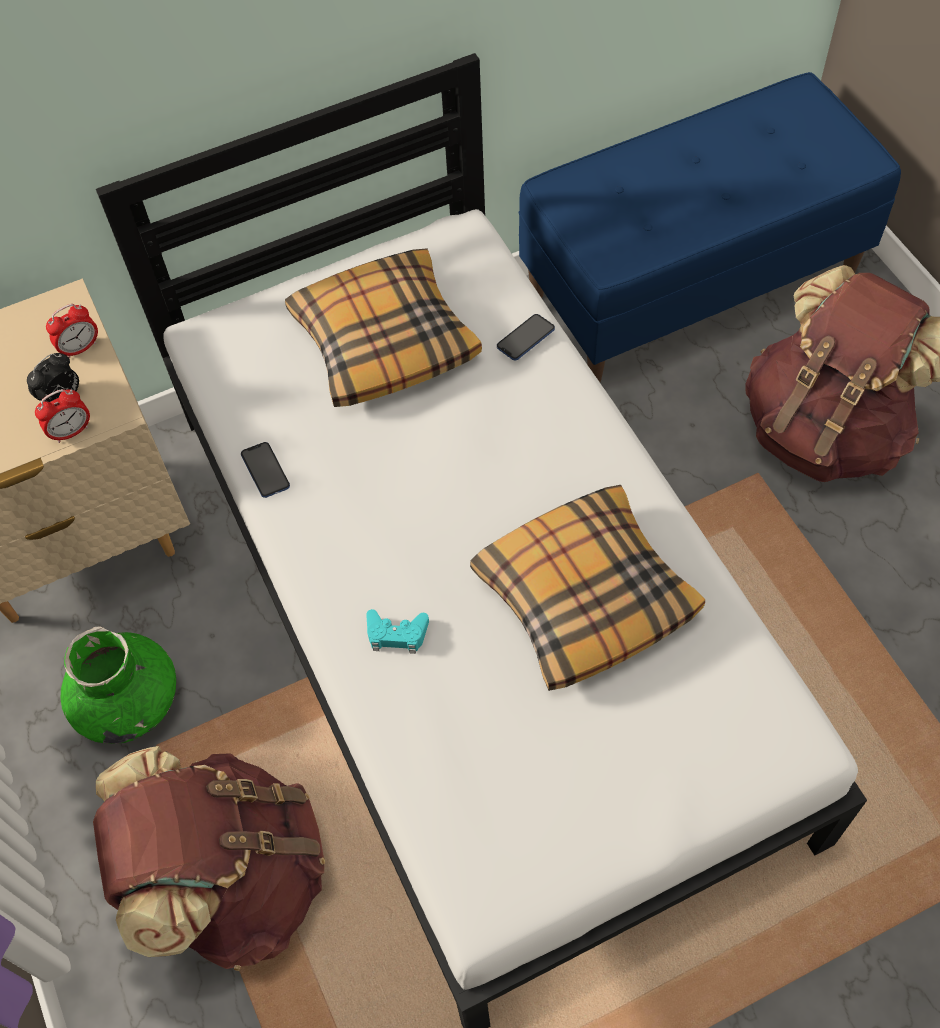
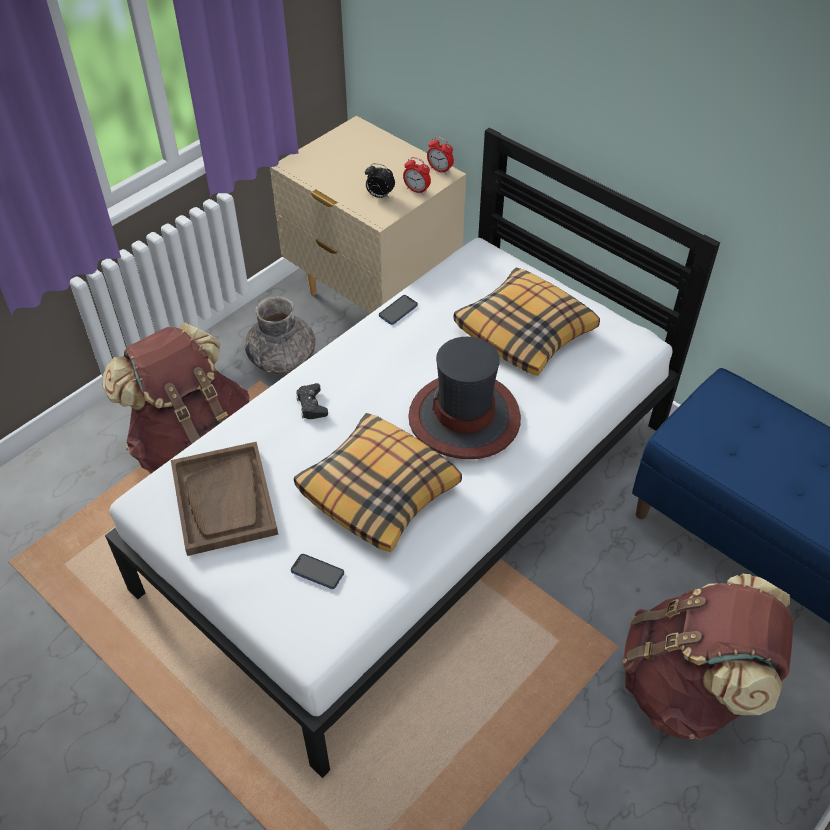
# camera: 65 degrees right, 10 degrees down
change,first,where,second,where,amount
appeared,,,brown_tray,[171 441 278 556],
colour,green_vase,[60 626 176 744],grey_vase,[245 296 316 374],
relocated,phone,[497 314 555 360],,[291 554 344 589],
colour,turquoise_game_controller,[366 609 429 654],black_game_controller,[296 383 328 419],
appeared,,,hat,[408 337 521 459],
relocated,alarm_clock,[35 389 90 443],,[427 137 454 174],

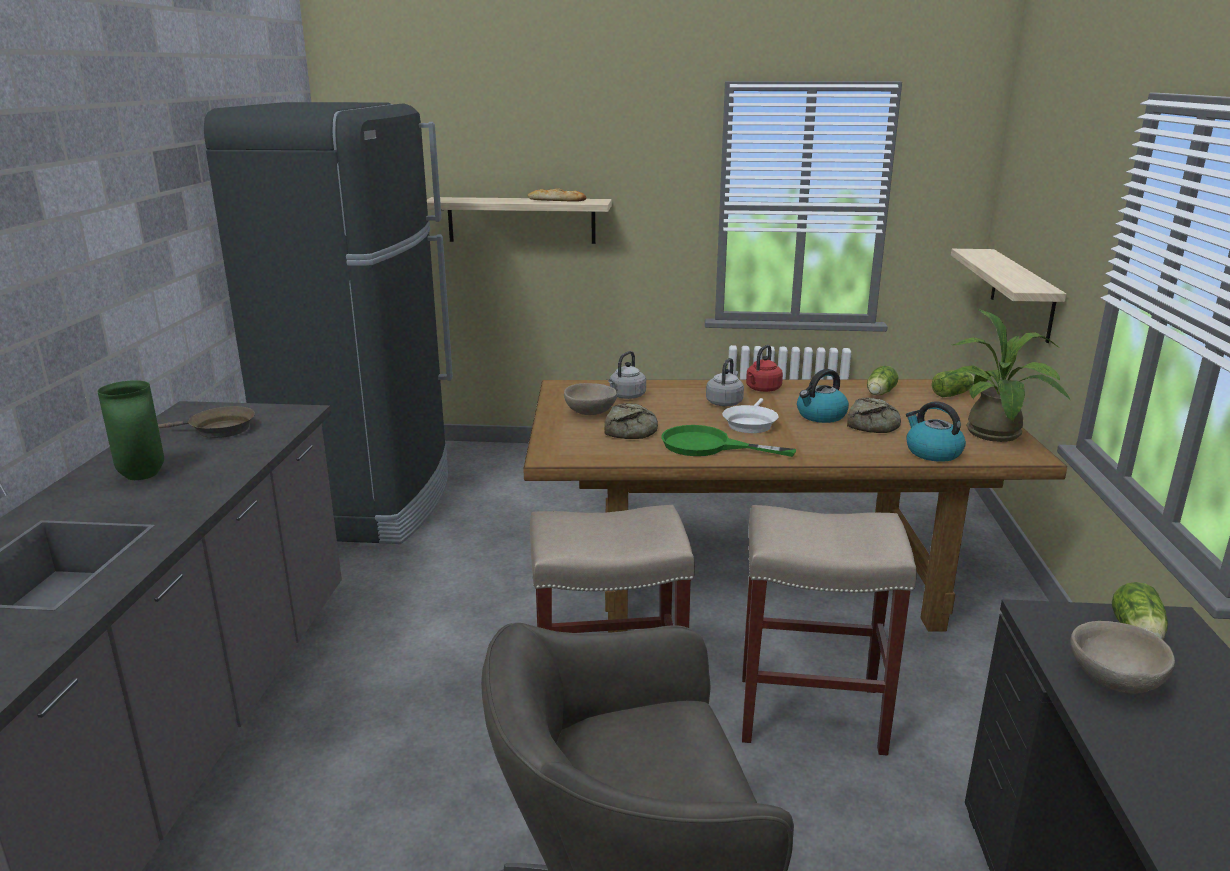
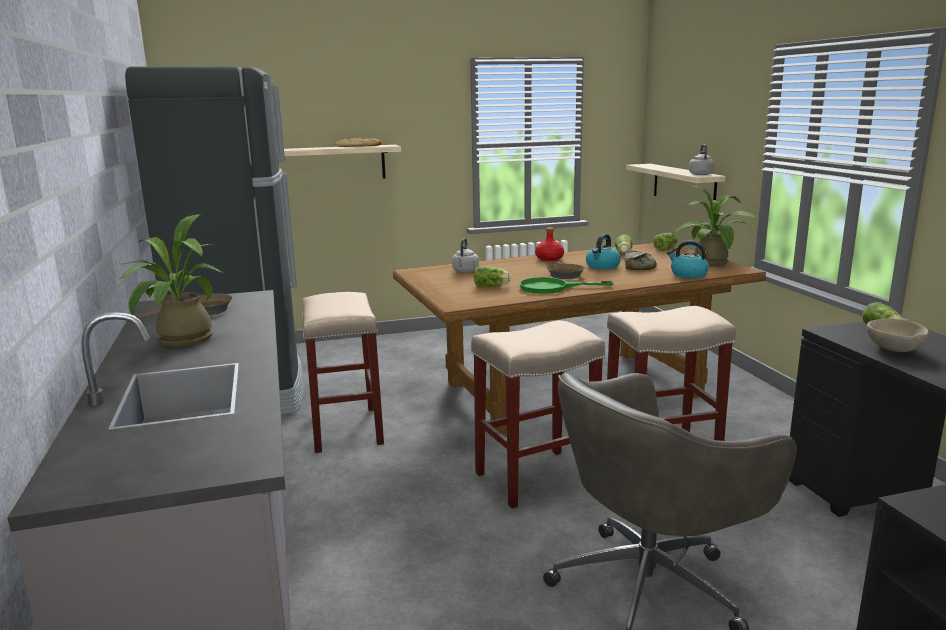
# camera: 20 degrees left, 5 degrees down
change,first,where,second,where,amount
exchanged,green_vase,[98 380 164 480],potted_plant,[119 214 223 347],
appeared,,,beige_stool,[302 292 384 453],
exchanged,bread,[604 403 658 439],lettuce,[474 266 511 287],
exchanged,red_kettle,[746 345 783 392],red_bottle,[535 227 564 261],
colour,white_frying_pan,[722 398 779 433],brown_frying_pan,[546 261 585 279],
relocated,grey_kettle,[706 358 744 406],,[689 144 714 175],
missing,beige_bowl,[564 383 617 415],,,

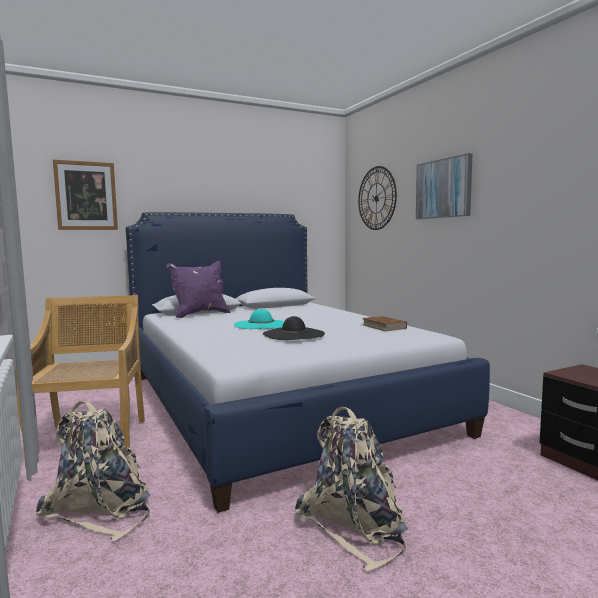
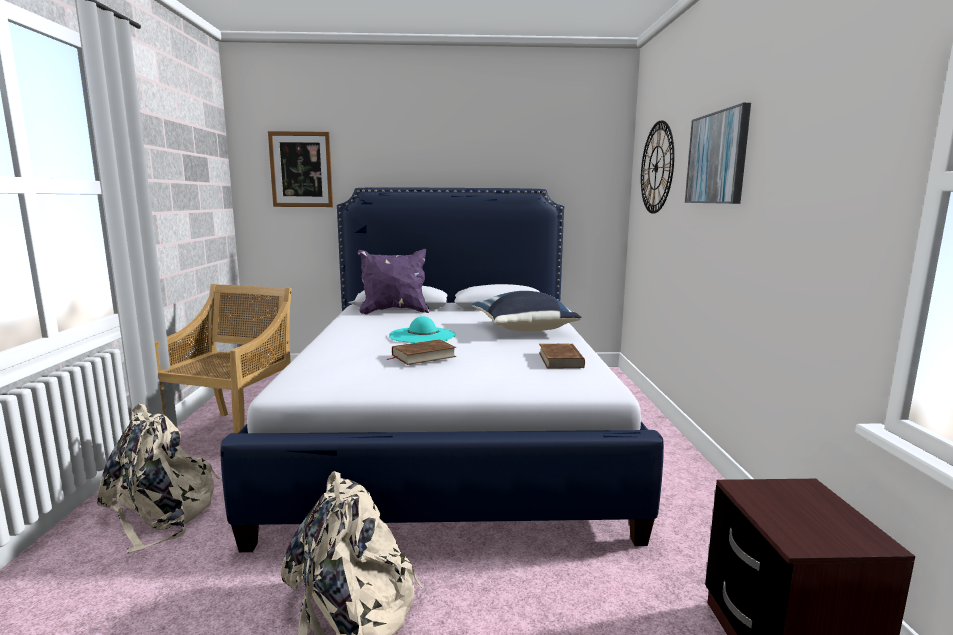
# camera: 25 degrees right, 5 degrees up
change,first,where,second,where,amount
exchanged,black_hat,[263 316 325 340],brown_book,[387 339 456 365],
appeared,,,blue_pillow,[472 291 582 332],

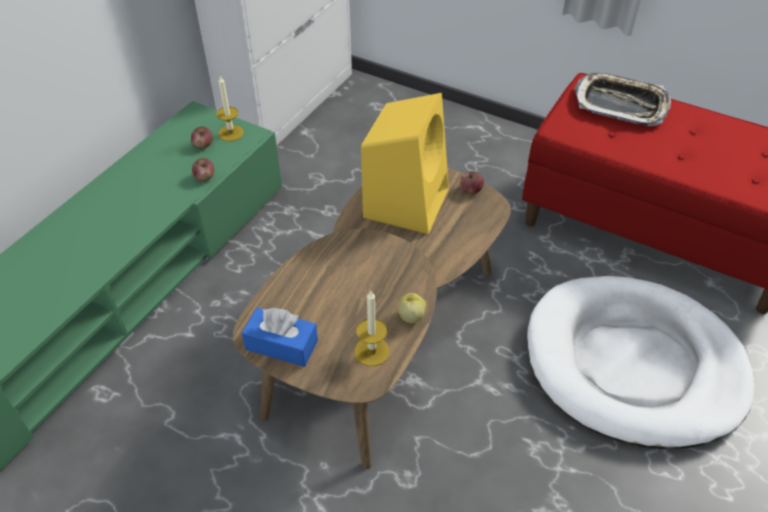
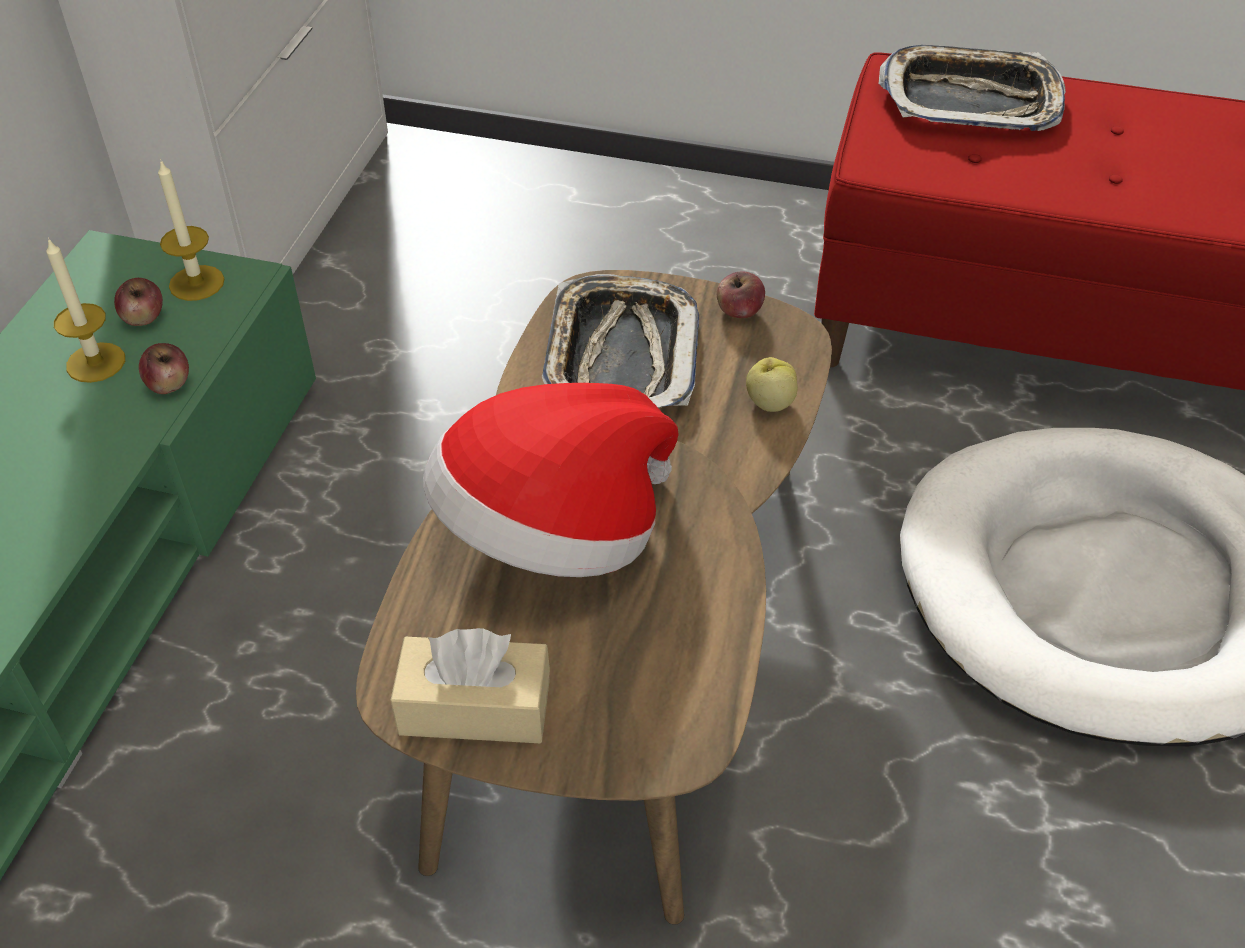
# camera: 15 degrees left, 0 degrees up
change,first,where,second,where,amount
relocated,candle,[355 291 390 366],,[46 237 125 383],
colour,blue_tissue_box,[242 307 318 367],beige_tissue_box,[391 628 550 743],
appeared,,,hat,[423 383 678 577],
exchanged,yellow_speaker,[361 93 449 234],tray,[542 274 699 408],
relocated,apple,[398 293 426 323],,[746 357 798 412],

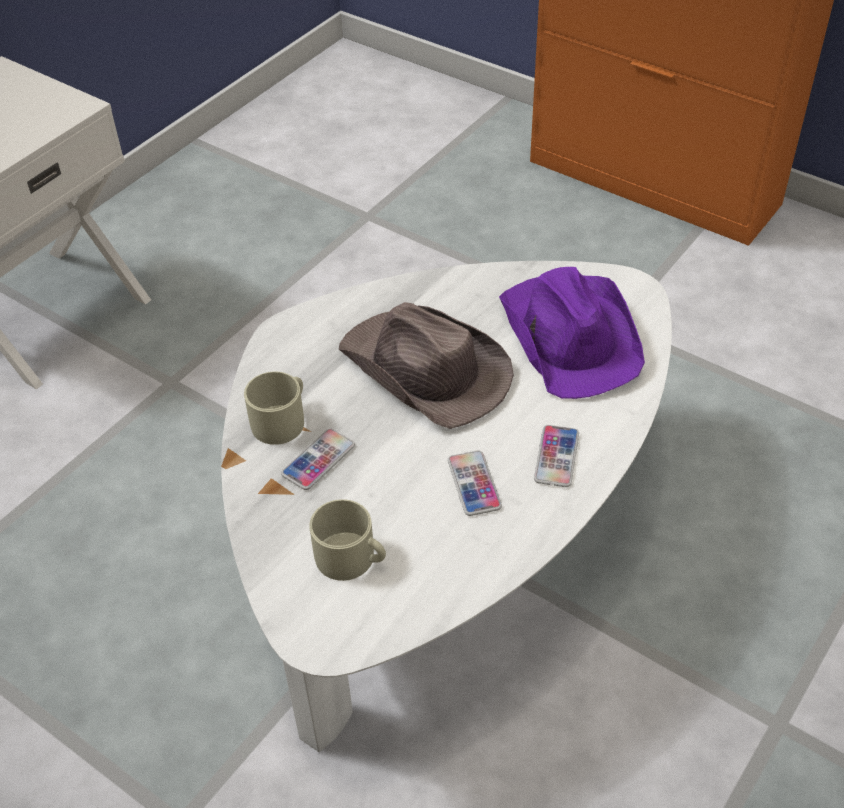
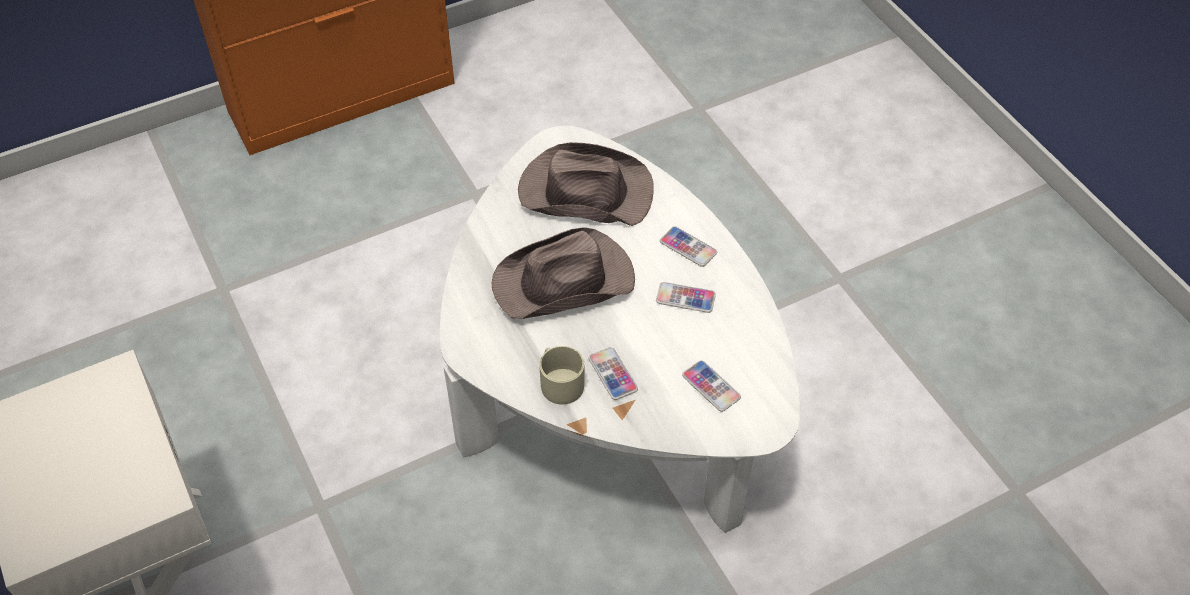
# camera: 65 degrees left, 5 degrees up
change,first,where,second,where,amount
colour,purple_hat,[499 267 645 399],brown_hat,[518 142 654 226],
exchanged,beige_mug,[309 499 386 581],phone,[682 360 741 412],

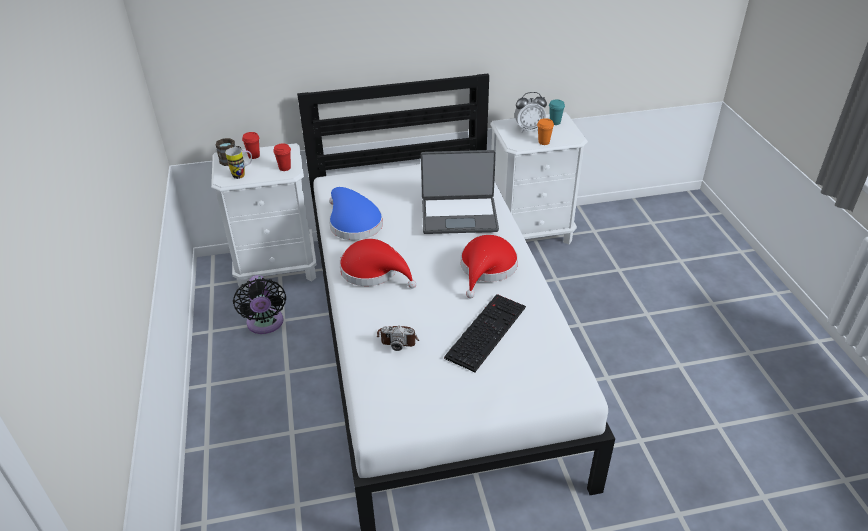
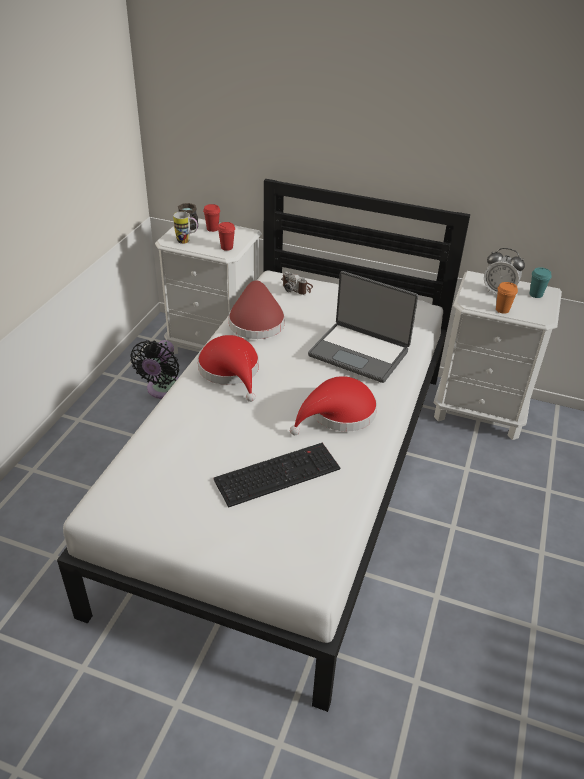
# camera: 30 degrees right, 0 degrees up
change,first,where,second,where,amount
colour,blue_hat,[329 187 383 240],red_hat,[228 280 285 339],
relocated,photo_camera,[376 326 419 351],,[281 271 313 295],

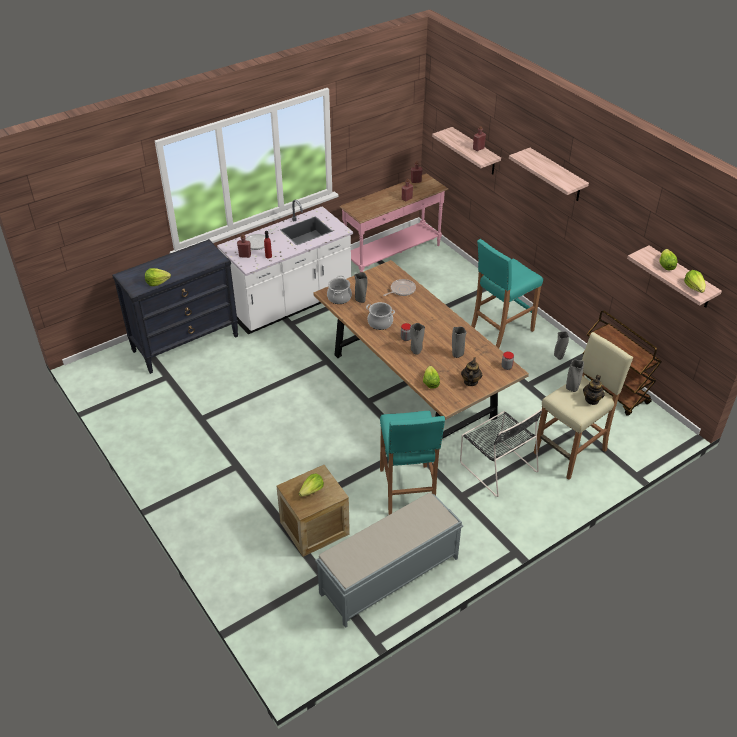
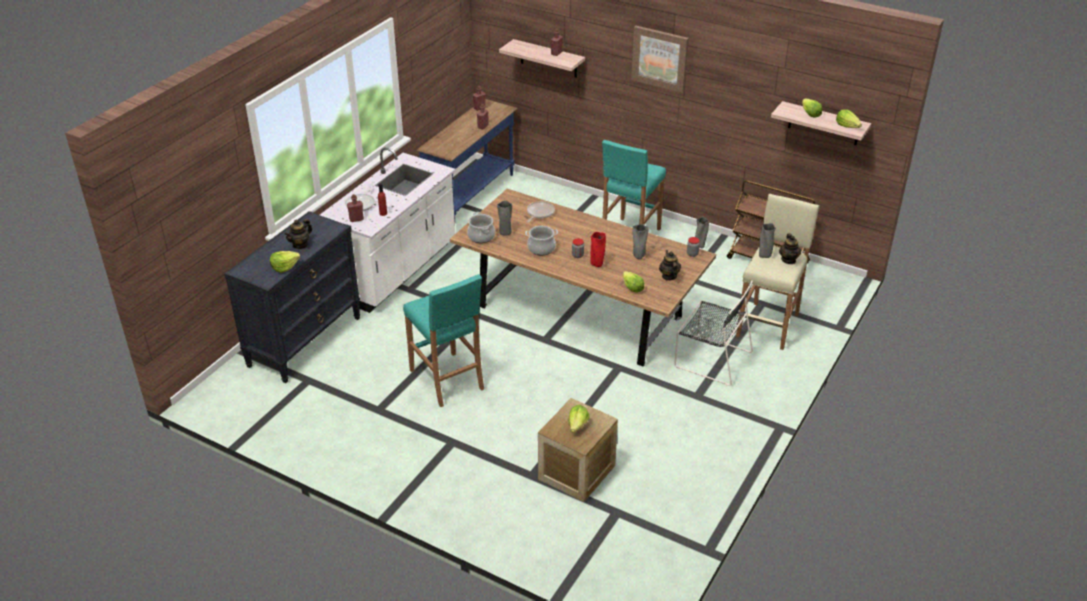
# camera: 25 degrees left, 5 degrees down
change,first,where,second,where,amount
appeared,,,teapot,[284 219 312 250],
relocated,turquoise_stool,[380 411 445 515],,[403 274 484 407],
colour,pink_console_table,[340 173 448 272],blue_console_table,[417 99 518 221],
colour,grey_vase,[410 323 425 355],red_vase,[591 232 606 267],
exchanged,shelf,[509 148 589 201],picture,[631 26 689 93],
missing,grey_bench,[315 493 463 628],,,

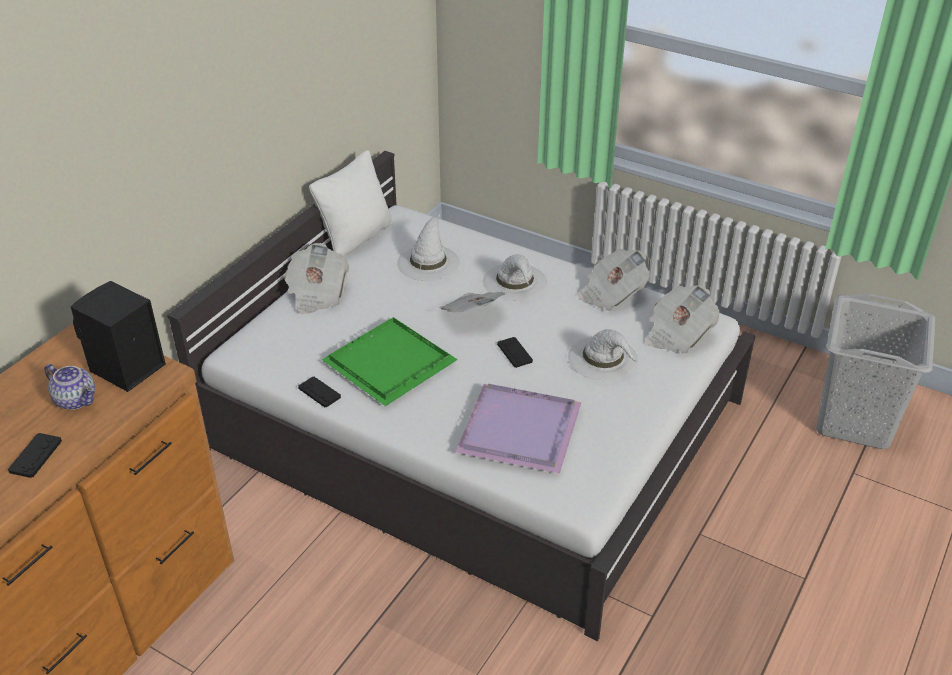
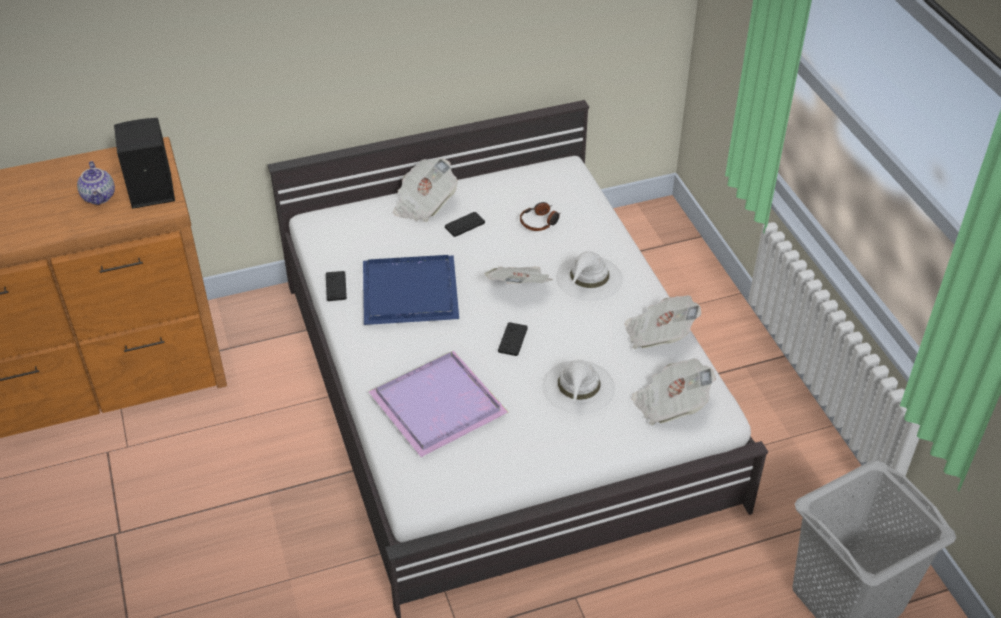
# camera: 40 degrees right, 5 degrees up
change,first,where,second,where,amount
colour,green_tray,[322 317 458 406],blue_tray,[363 255 459 325],
relocated,black_game_controller,[8 433 62 478],,[445 212 485 237],
exchanged,white_hat,[397 214 460 281],headphones,[520 202 560 231],
missing,white_pillow,[309 150 393 256],,,

